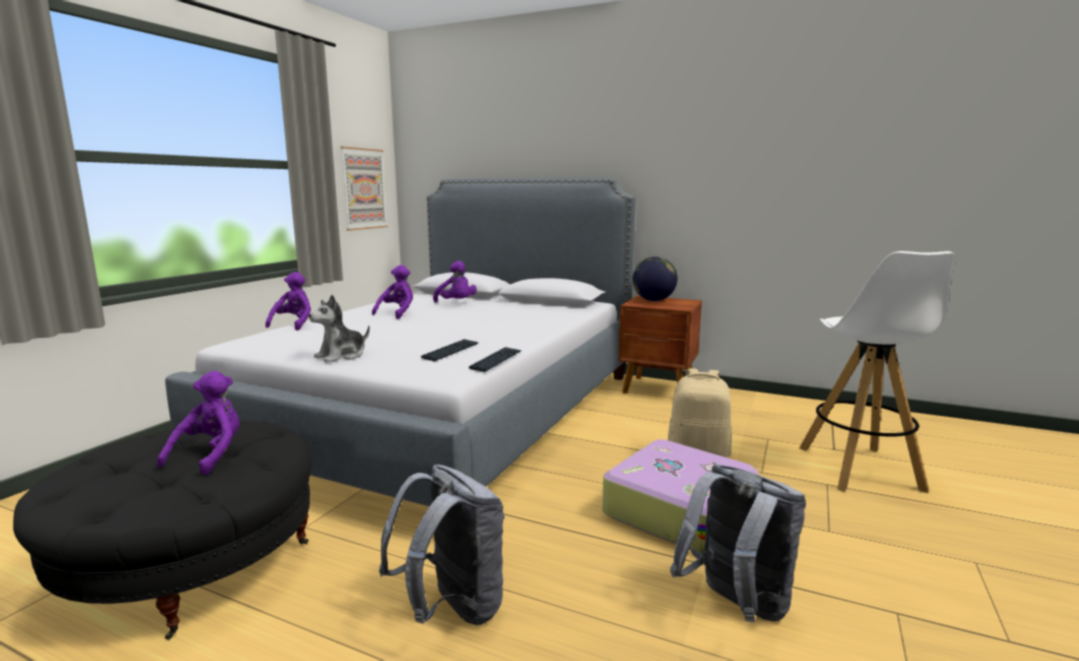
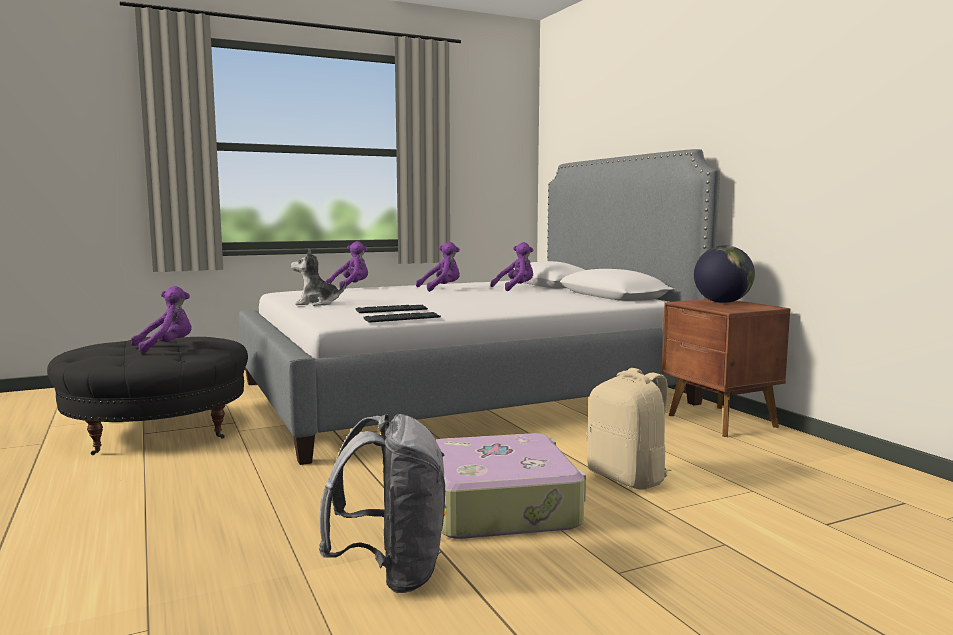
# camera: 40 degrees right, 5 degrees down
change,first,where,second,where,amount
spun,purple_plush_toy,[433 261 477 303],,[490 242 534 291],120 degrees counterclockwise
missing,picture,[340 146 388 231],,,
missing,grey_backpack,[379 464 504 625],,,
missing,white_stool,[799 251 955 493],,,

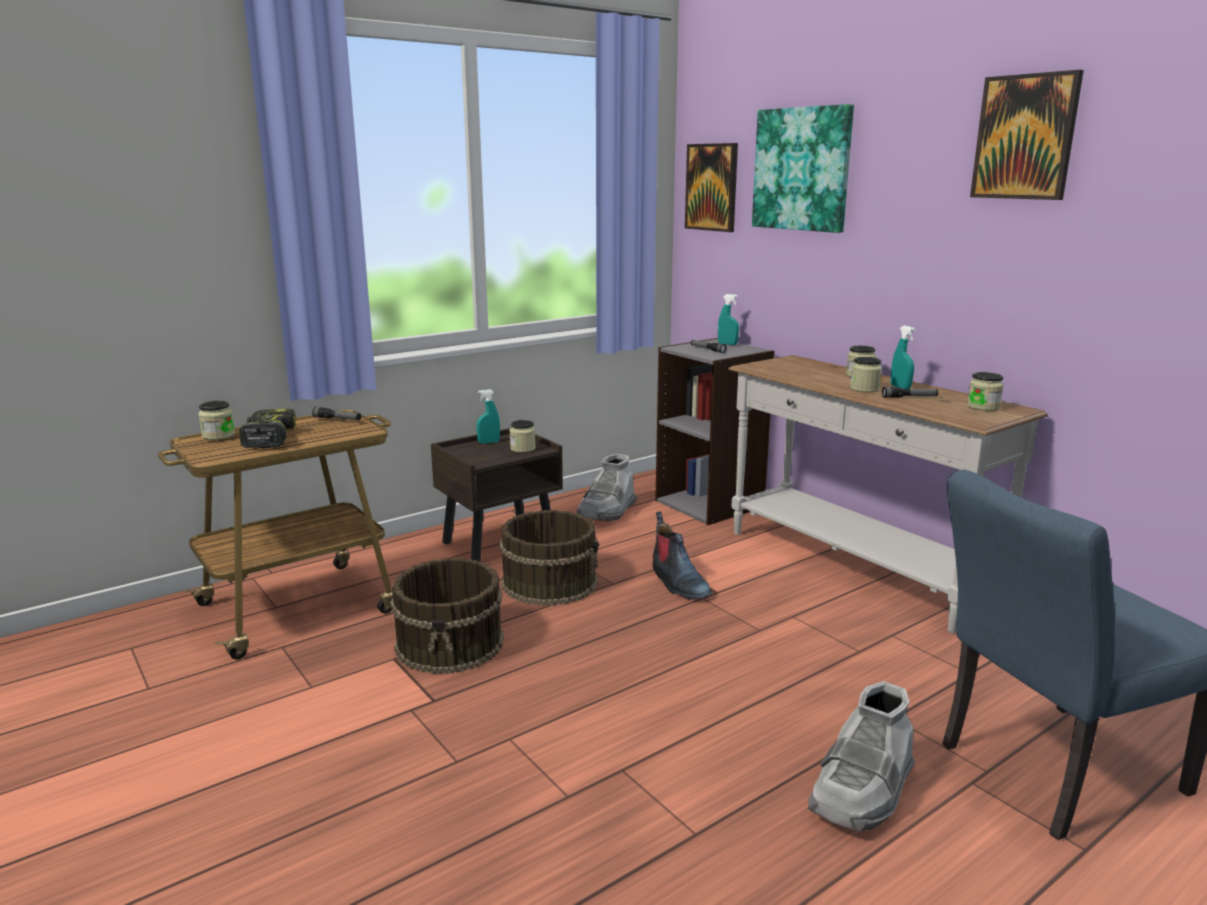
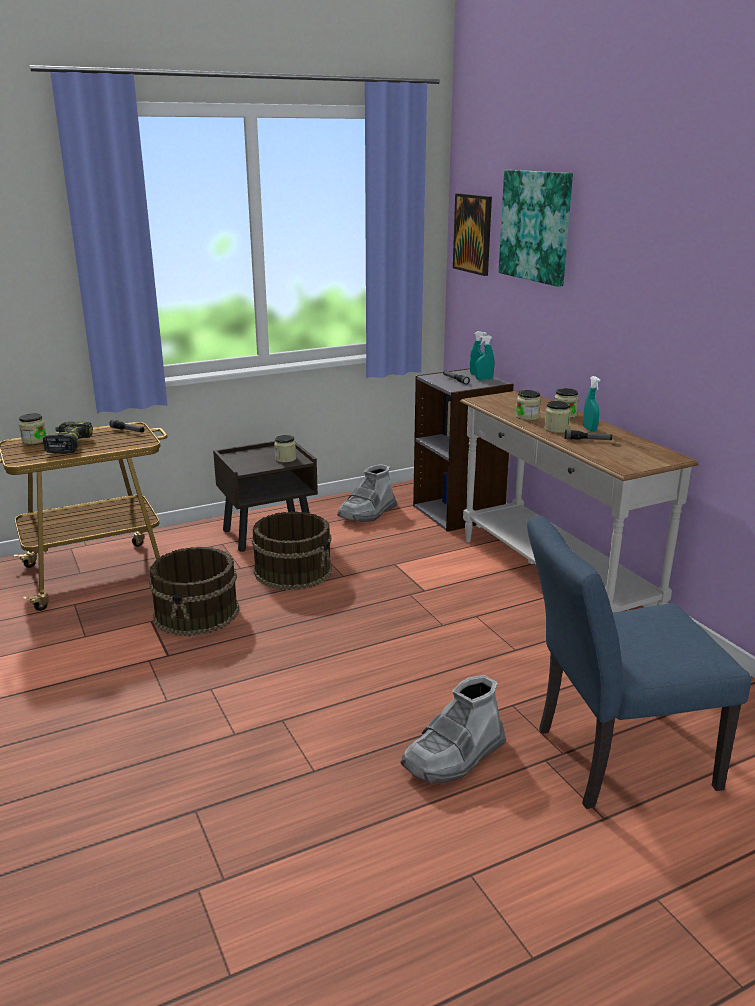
# camera: 10 degrees right, 5 degrees up
change,first,where,second,where,amount
relocated,turquoise_spray_bottle,[476 389 500 444],,[475 335 494 380],
relocated,jar,[967 372 1004 411],,[516 390 541 420],
missing,boot,[653 512 712 600],,,
missing,picture,[970 70 1084 200],,,

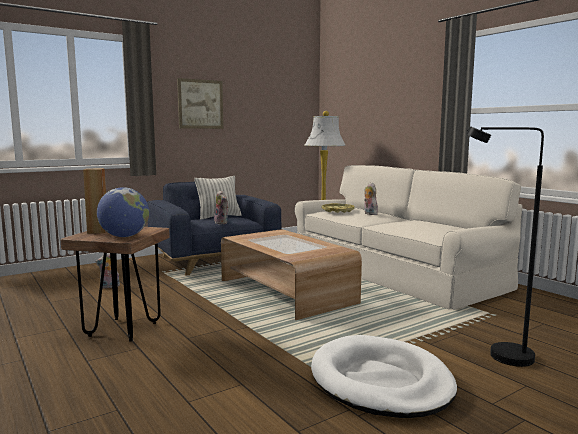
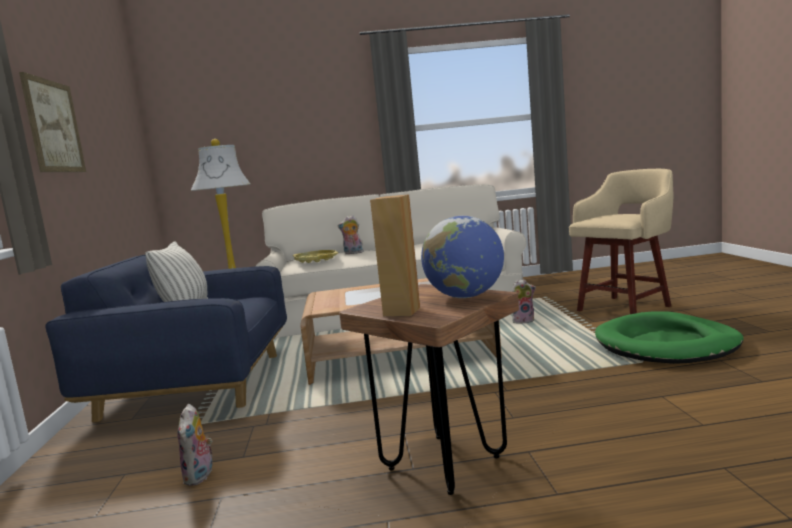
# camera: 60 degrees left, 0 degrees up
change,first,where,second,where,amount
relocated,plush_toy,[214 190 229 224],,[512 279 536 324],
exchanged,black_floor_lamp,[466 126 544 367],beige_stool,[569 169 673 314],
colour,white_dog_bed,[311 335 457 418],green_dog_bed,[595 312 744 364],

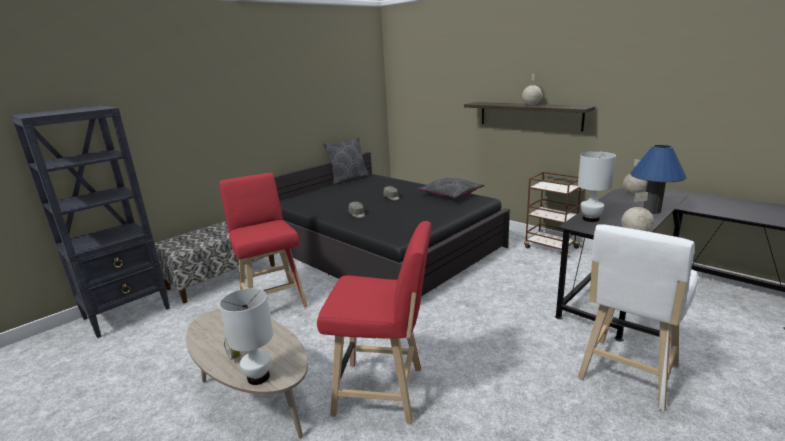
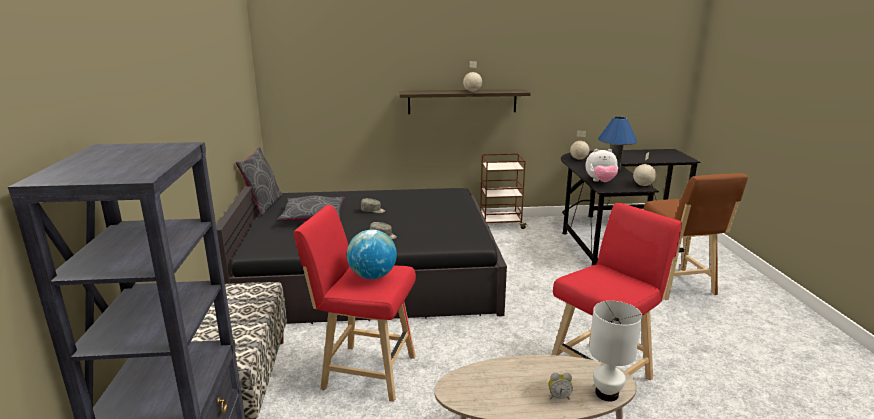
# camera: 50 degrees left, 0 degrees up
change,first,where,second,where,amount
relocated,grey_pillow,[417 178 485 198],,[277 196 345 221],
appeared,,,globe,[347 230 397 279],
exchanged,white_table_lamp,[578 151 616 222],plush_toy,[585 149 618 182],
colour,white_stool,[578 224 698 411],brown_stool,[644 173 748 300],

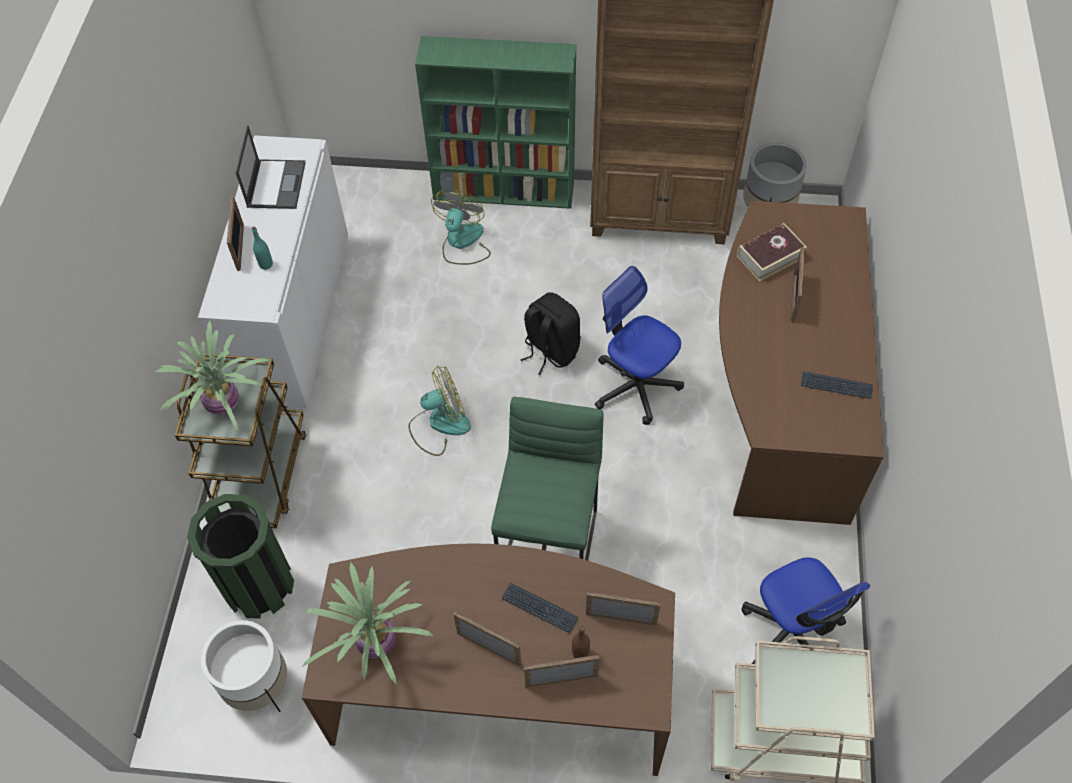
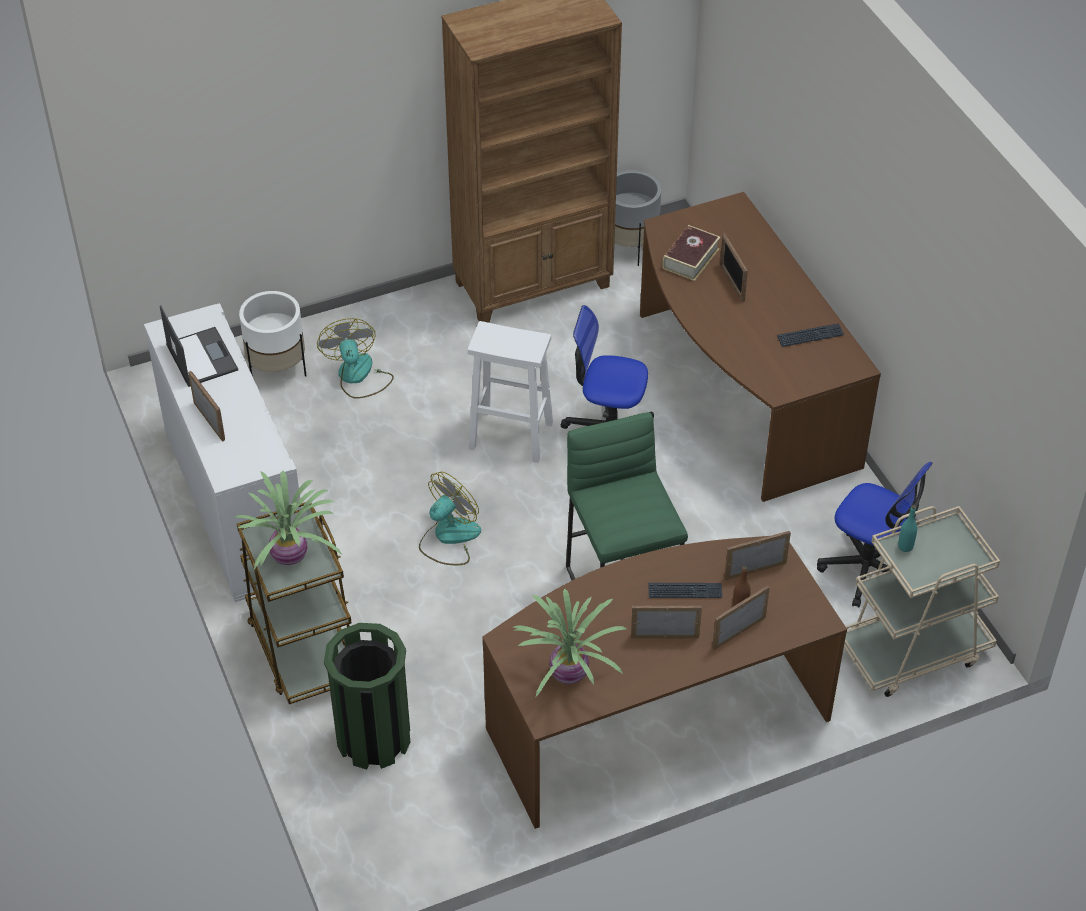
# camera: 30 degrees left, 10 degrees down
change,first,where,second,where,amount
relocated,white_planter,[201 620 287 712],,[239 291 306 377],
exchanged,black_backpack,[520 292 581 375],white_stool,[467 321 553 463],
relocated,turquoise_bottle,[252 227 273 270],,[898 505 917 552],
missing,green_bookcase,[415 36 576 209],,,

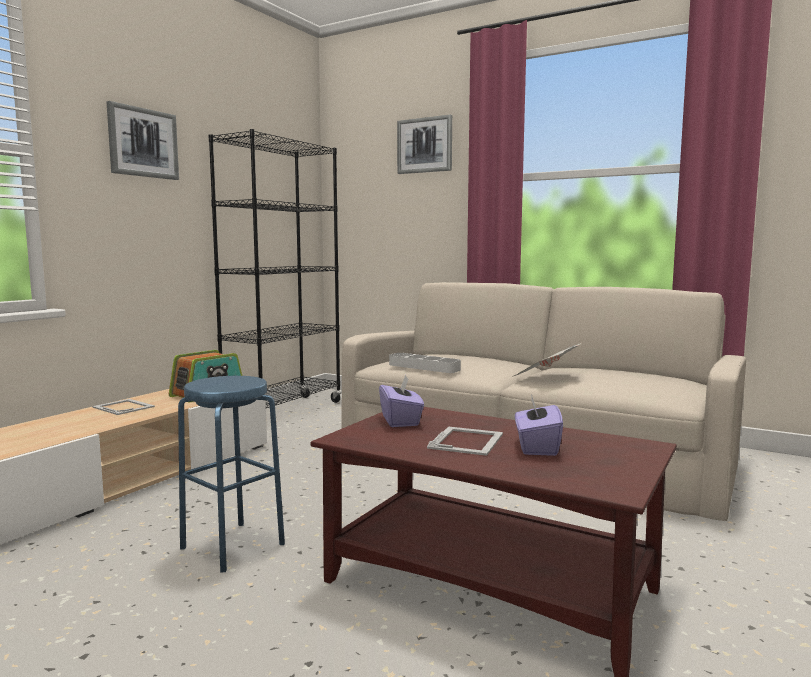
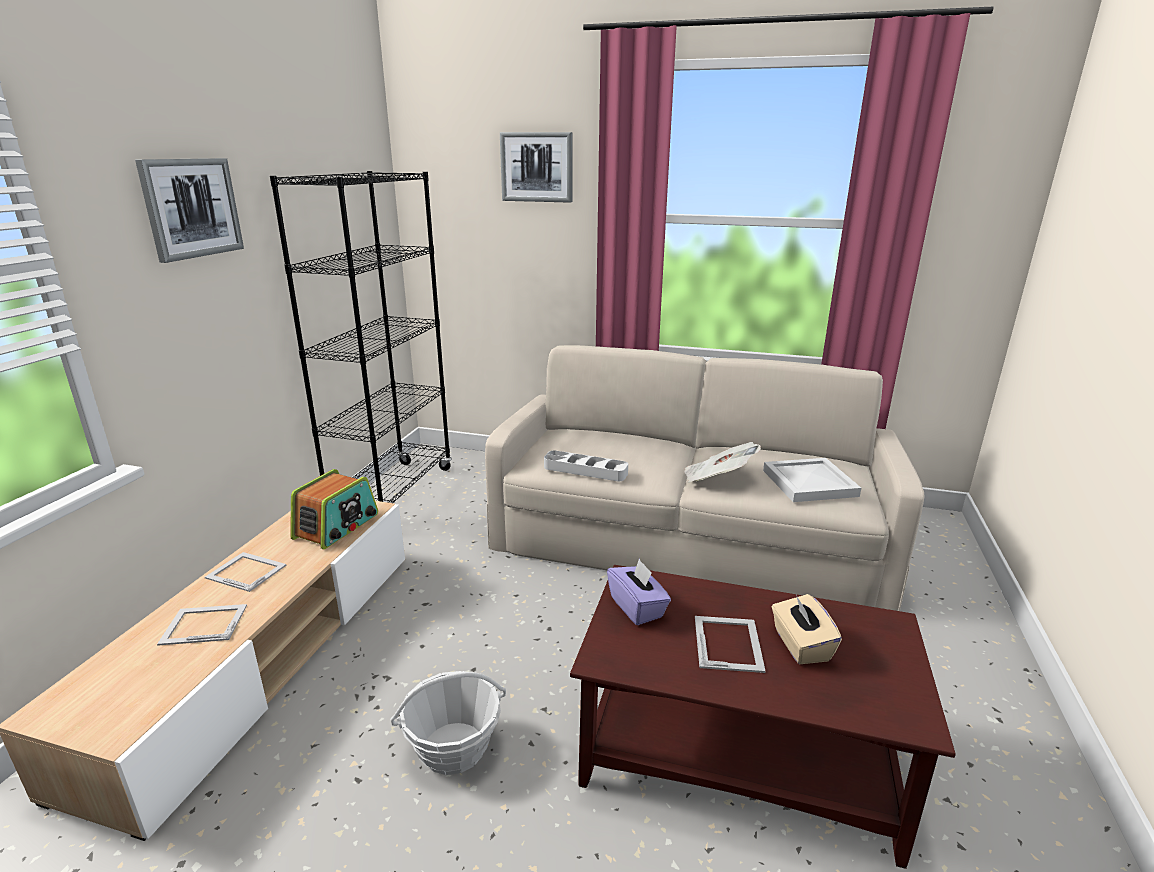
# camera: 15 degrees left, 15 degrees up
change,first,where,second,where,amount
appeared,,,picture_frame,[157 604 247 646],
exchanged,blue_stool,[178 376 285 572],basket,[390 671 506 775],
appeared,,,white_tray,[763 458 861 502],
colour,purple_tissue_box,[515 394 563 456],beige_tissue_box,[772 594 842 664],

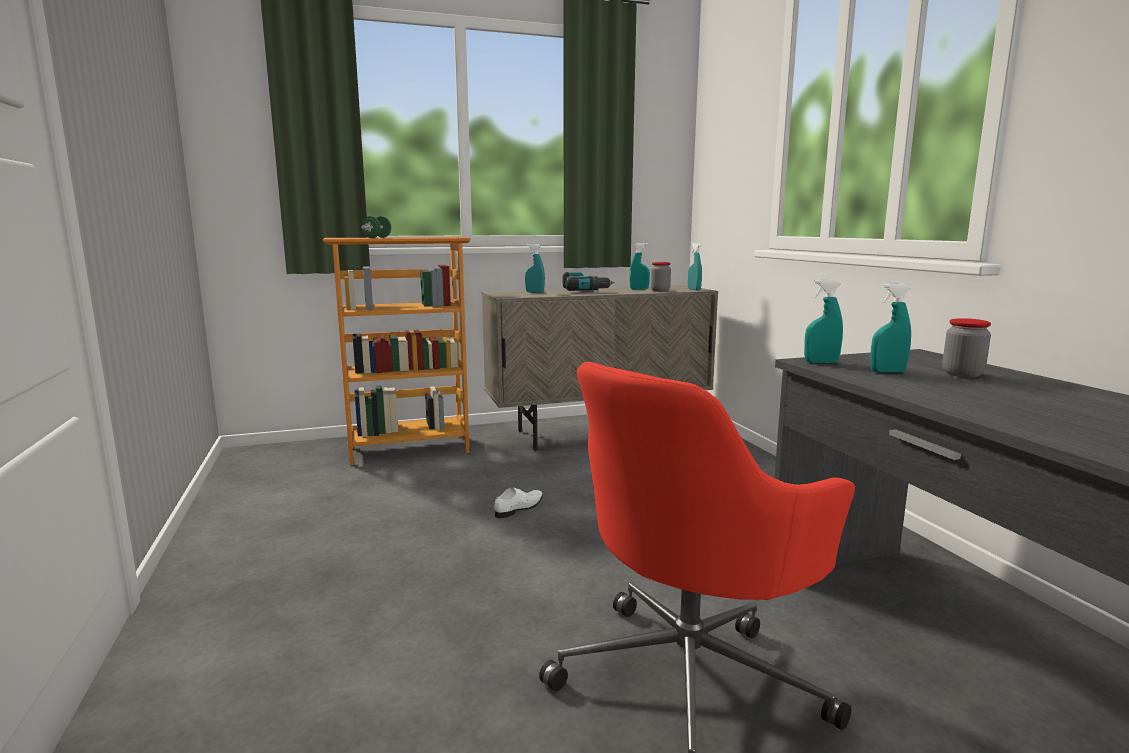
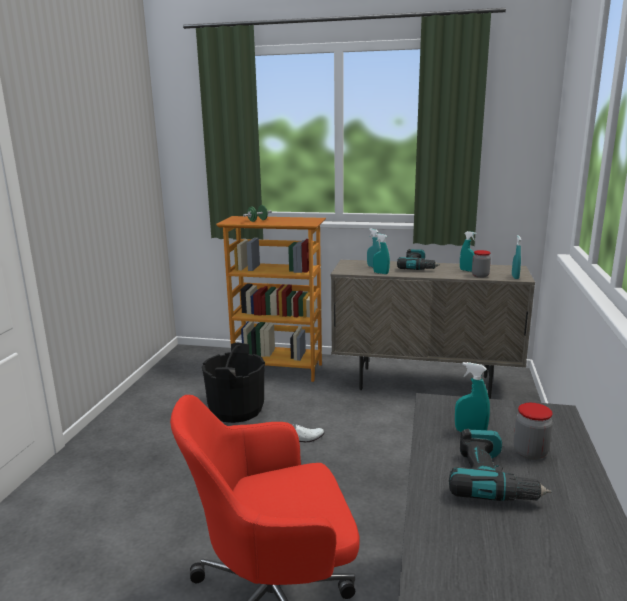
# camera: 30 degrees right, 5 degrees up
change,first,where,second,where,amount
appeared,,,black_bucket,[202 342 265 423],
relocated,turquoise_spray_bottle,[804 280 843 363],,[373 234 390 274],
appeared,,,power_drill,[449 429 551 501],

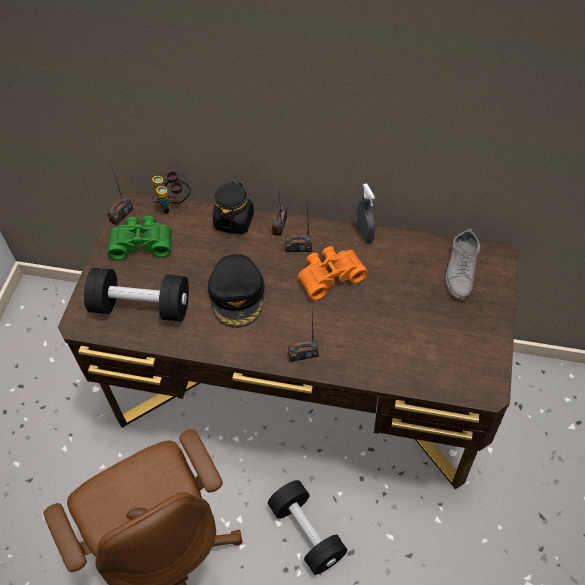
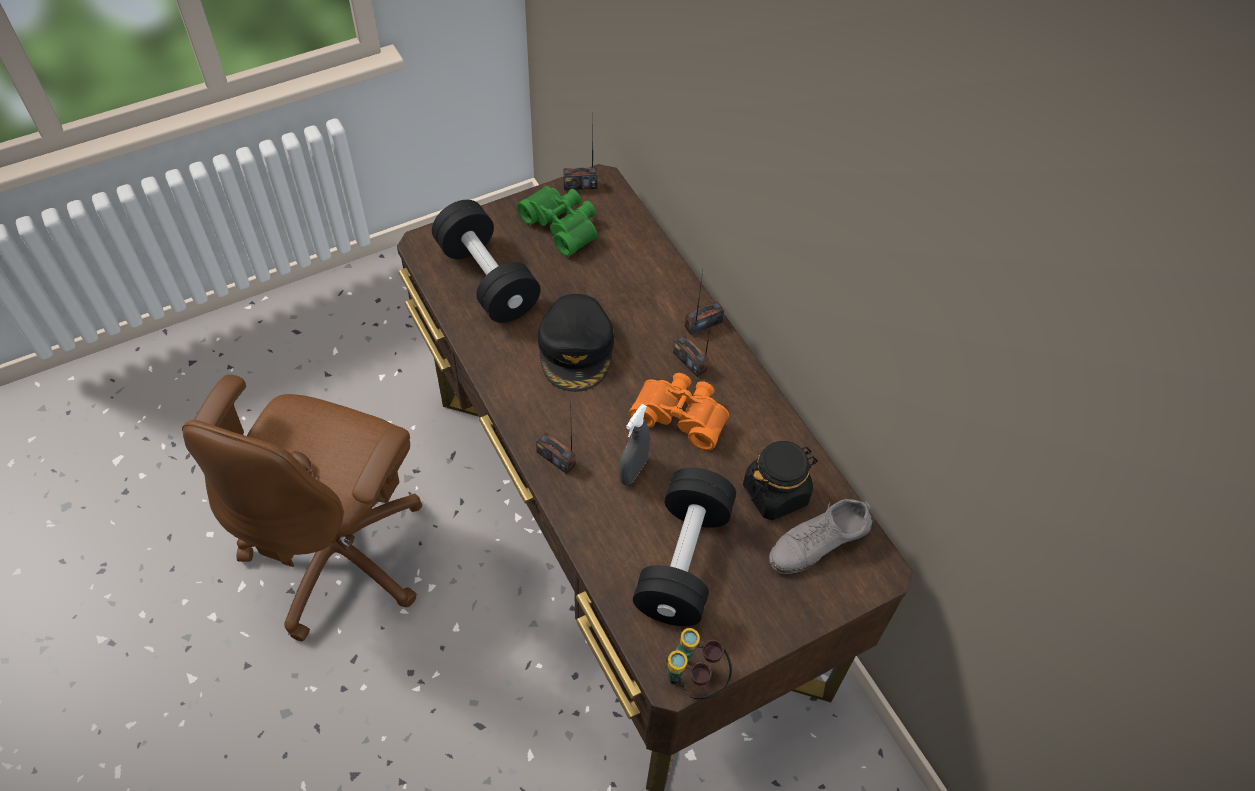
# camera: 45 degrees right, 0 degrees up
change,first,where,second,where,amount
spun,black_cap,[208 254 265 328],,[538 294 614 392],45 degrees counterclockwise
relocated,grey_spray_bottle,[357 183 375 243],,[619 404 650 485],
relocated,black_dumbbell,[268 480 347 575],,[633 468 736 626],
relocated,binoculars,[152 171 191 214],,[665 628 732 699],
relocated,black_jar,[212 181 254 235],,[743 441 818 520],

